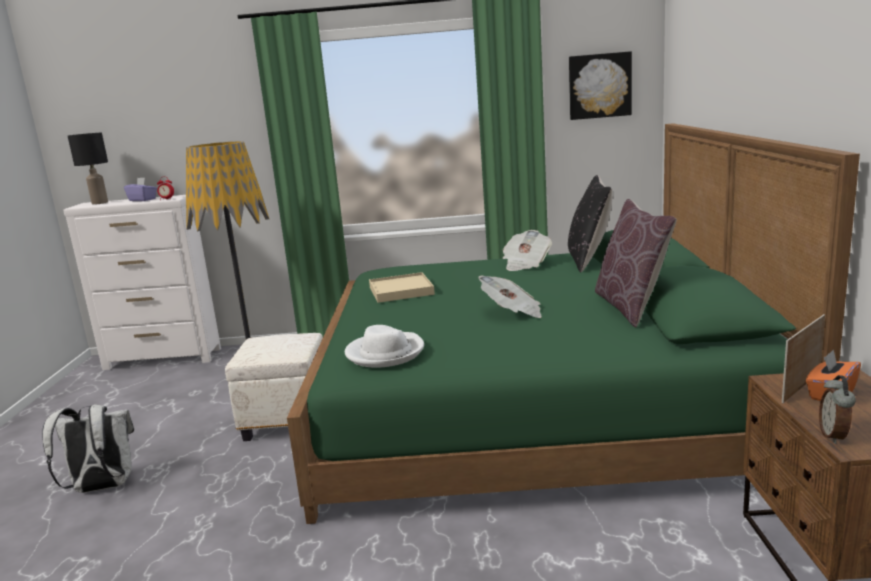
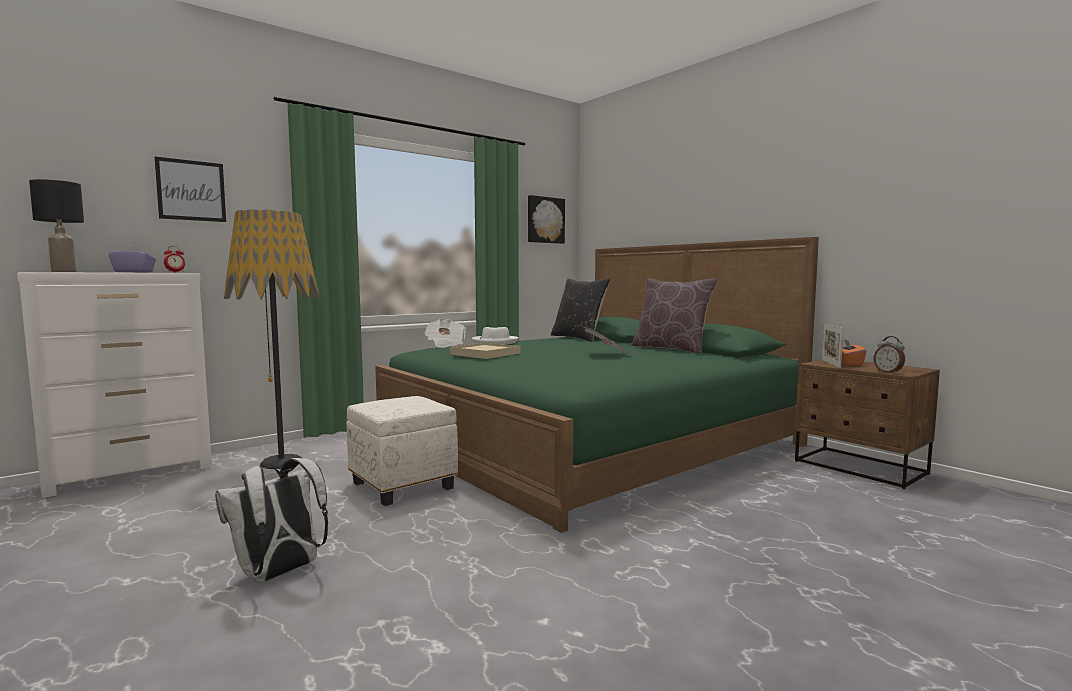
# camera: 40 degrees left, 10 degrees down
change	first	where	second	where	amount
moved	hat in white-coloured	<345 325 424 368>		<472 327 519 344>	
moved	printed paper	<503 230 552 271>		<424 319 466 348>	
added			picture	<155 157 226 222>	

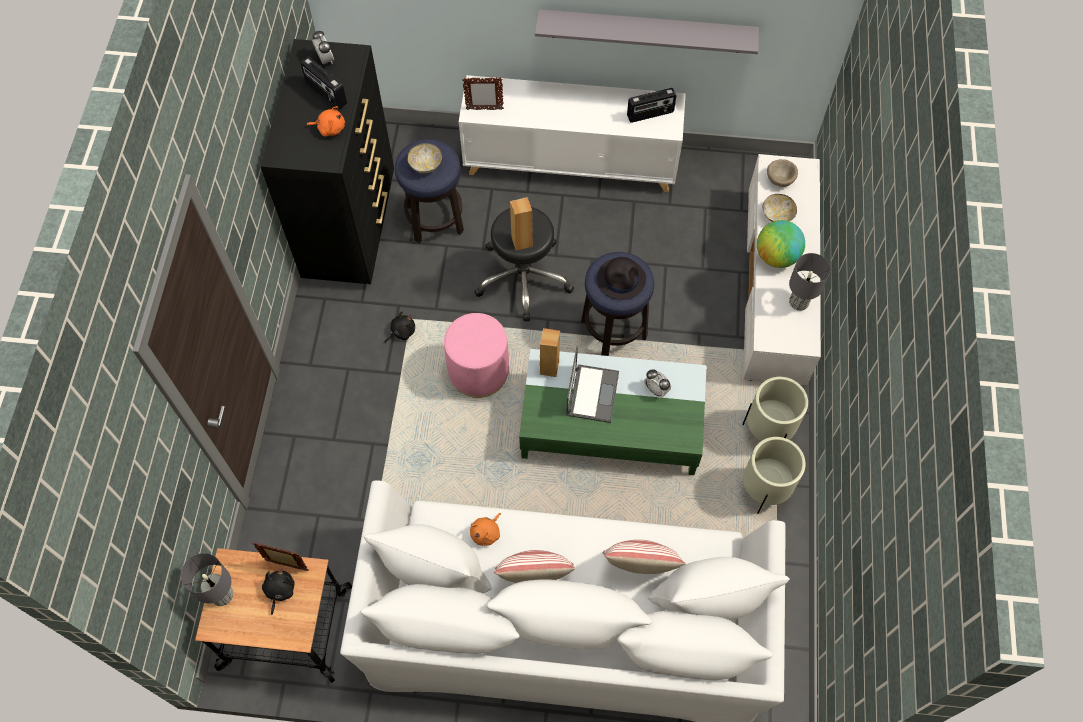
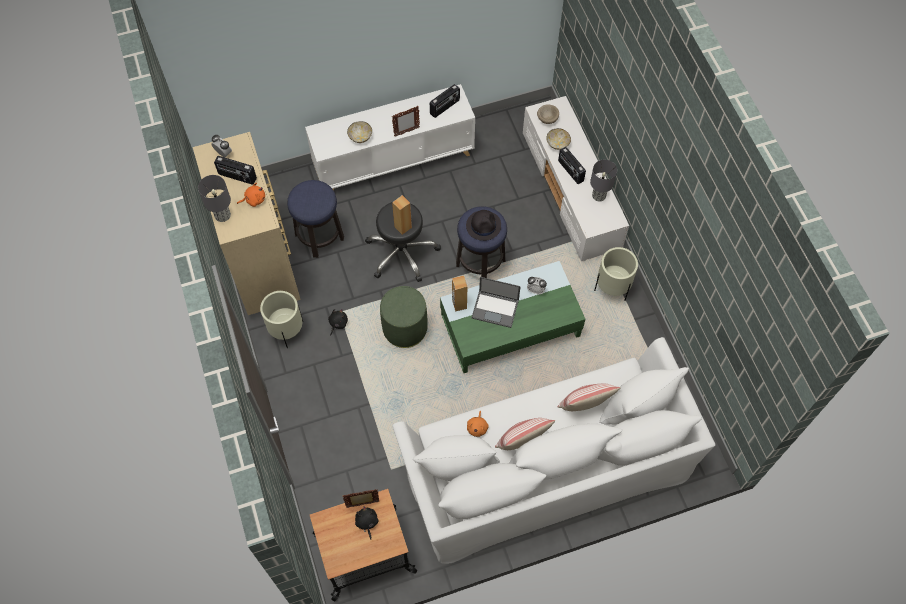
# camera: 25 degrees left, 0 degrees up
change	first	where	second	where	amount
moved	tabletop lamp in gray	<181 553 233 606>		<198 175 231 222>	
recoloured	dresser in black	<260 39 394 284>	dresser in beige	<193 132 301 315>	
moved	bowl	<407 143 442 173>		<347 121 372 143>	
recoloured	pouffe in pinkish	<444 313 509 398>	pouffe in greenish	<380 286 428 348>	
moved	picture frame	<462 77 504 110>		<392 106 420 137>	
removed	bracket shelf in gray	<535 9 759 54>			
turned	laptop	<566 346 619 423>		<471 277 521 328>	120 degrees clockwise
moved	plant pot in beige	<743 437 806 514>		<260 291 303 348>	
replaced	desk globe	<757 220 805 268>	radio set	<558 147 586 184>	

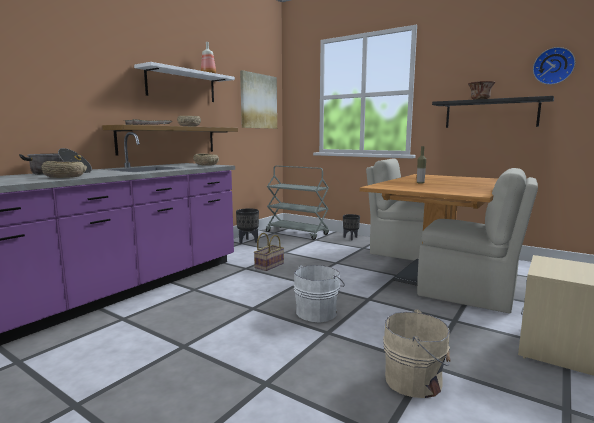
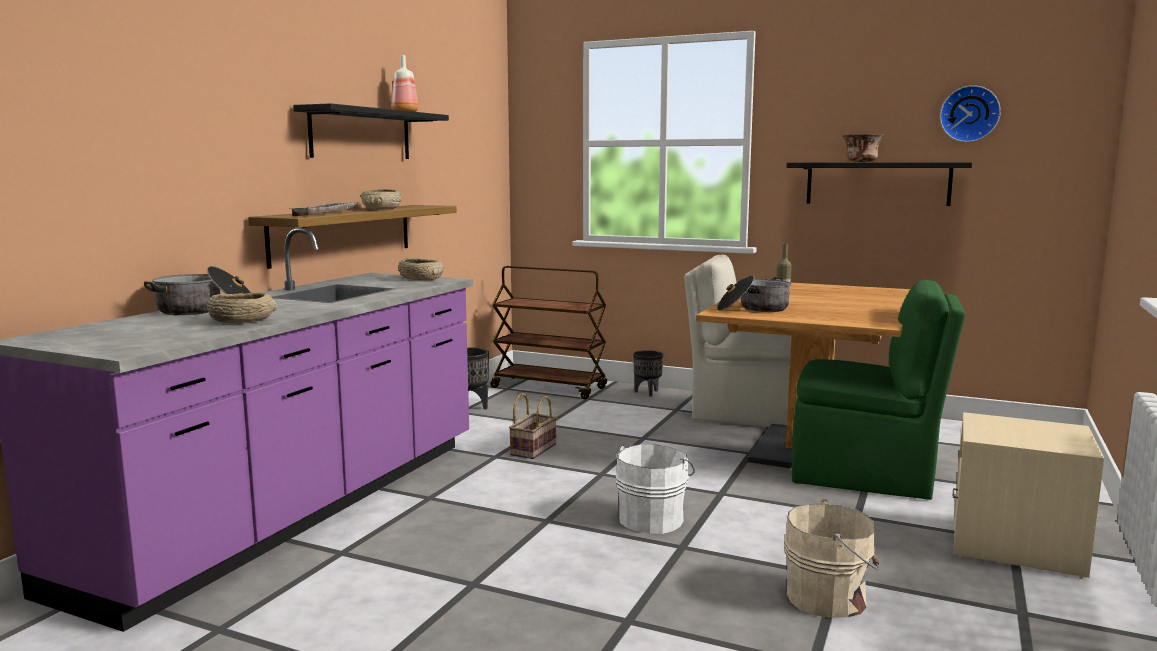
# camera: 10 degrees left, 0 degrees up
change	first	where	second	where	amount
recoloured	bracket shelf in white-coloured	<134 62 235 102>	bracket shelf in black	<293 103 449 159>	
removed	picture	<240 70 277 129>			
recoloured	trolley in gray	<266 166 329 240>	trolley in brown	<490 266 607 399>	
recoloured	chair in beige	<417 168 538 314>	chair in greenish	<792 280 966 500>	
added			cooking pot	<717 275 791 312>	

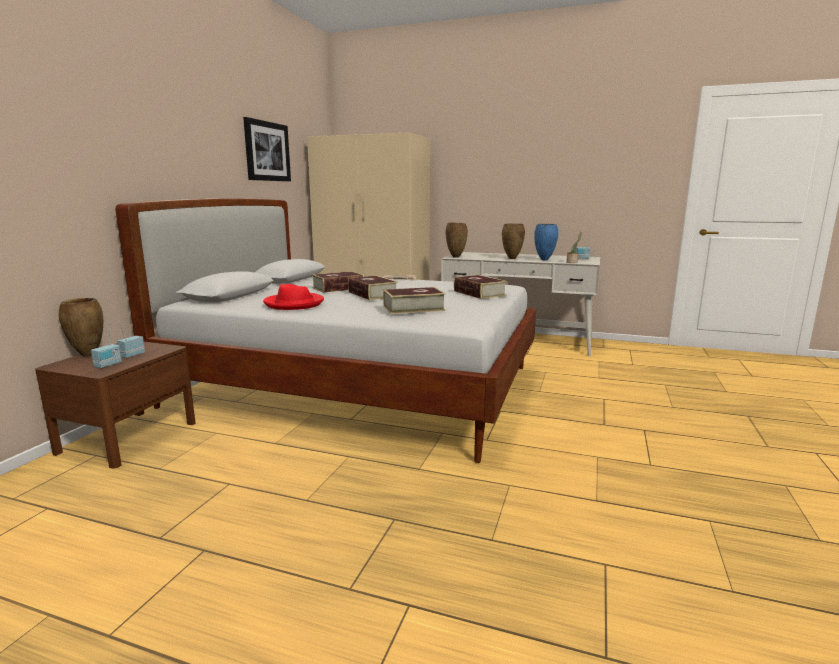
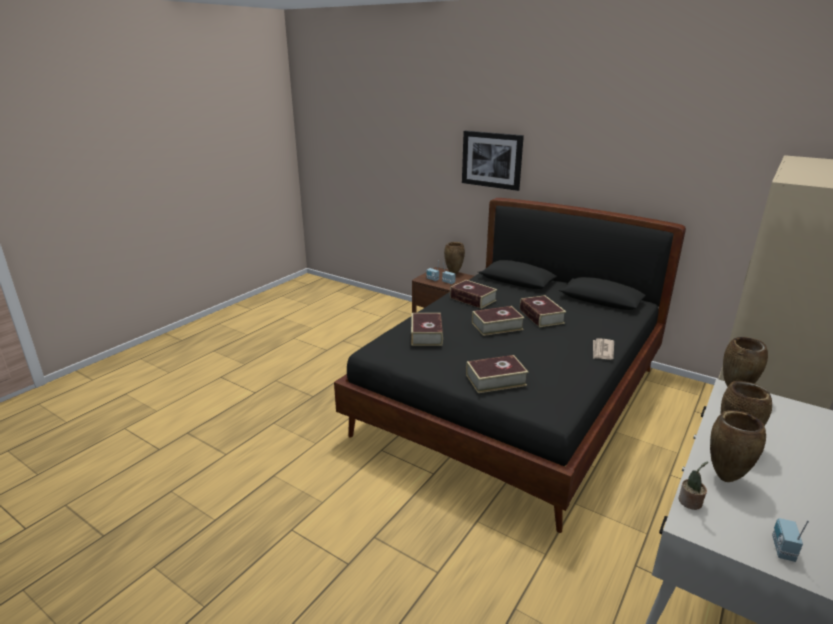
# camera: 105 degrees right, 10 degrees up
change	first	where	second	where	amount
recoloured	bedroom bed in white-coloured	<115 199 536 463>	bedroom bed in black	<334 198 686 533>	
moved	picture	<243 117 291 182>		<462 131 524 191>	
replaced	hat in reddish	<263 284 324 310>	volume	<450 280 497 309>	
recoloured	vase in bluish	<534 224 558 261>	vase in brown	<710 410 766 482>	

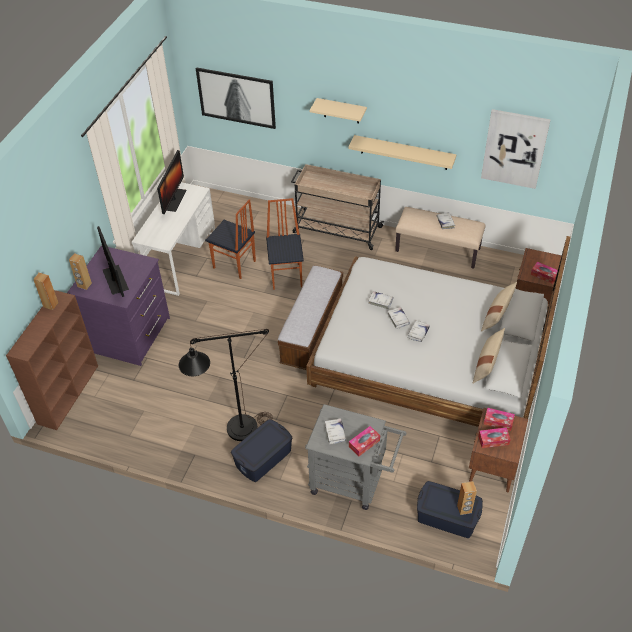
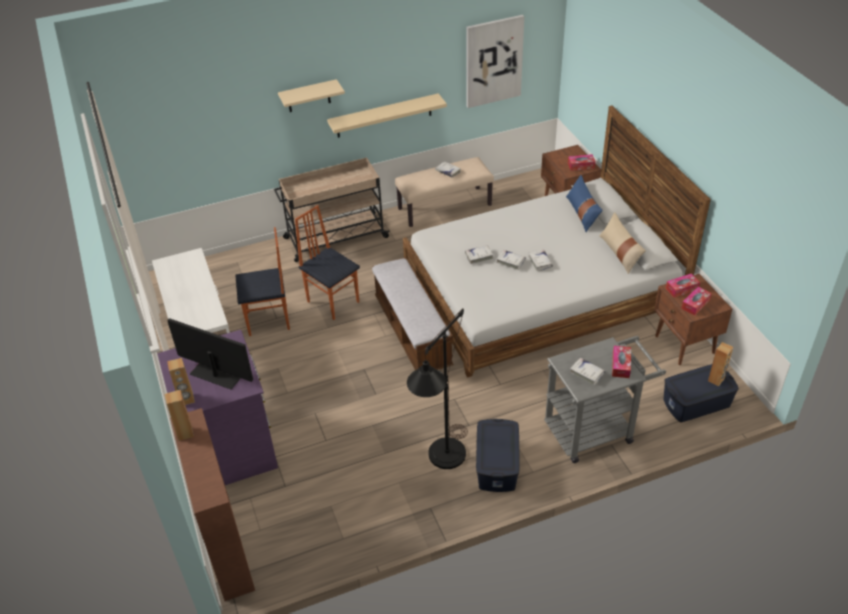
# camera: 40 degrees left, 5 degrees down
change	first	where	second	where	amount
removed	computer screen	<157 150 187 214>			
removed	picture	<196 67 276 129>			
recoloured	pillow in beige	<481 282 517 332>	pillow in bluish	<566 175 603 232>	

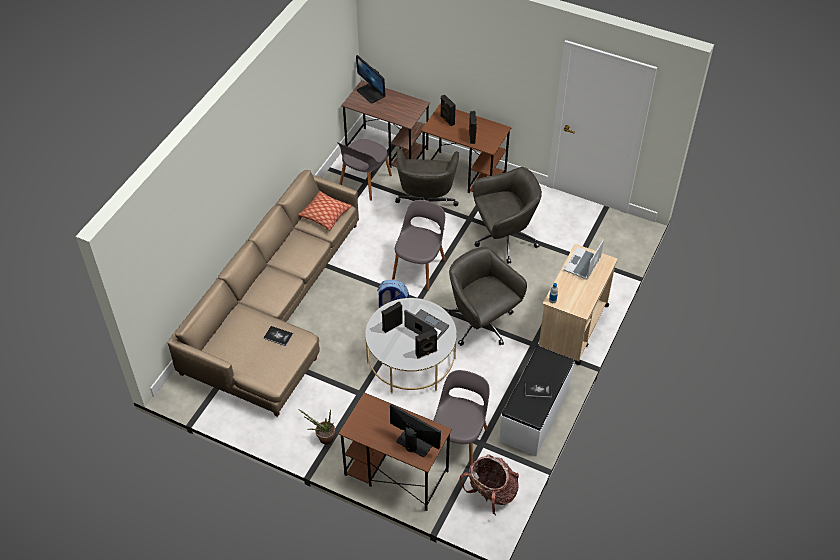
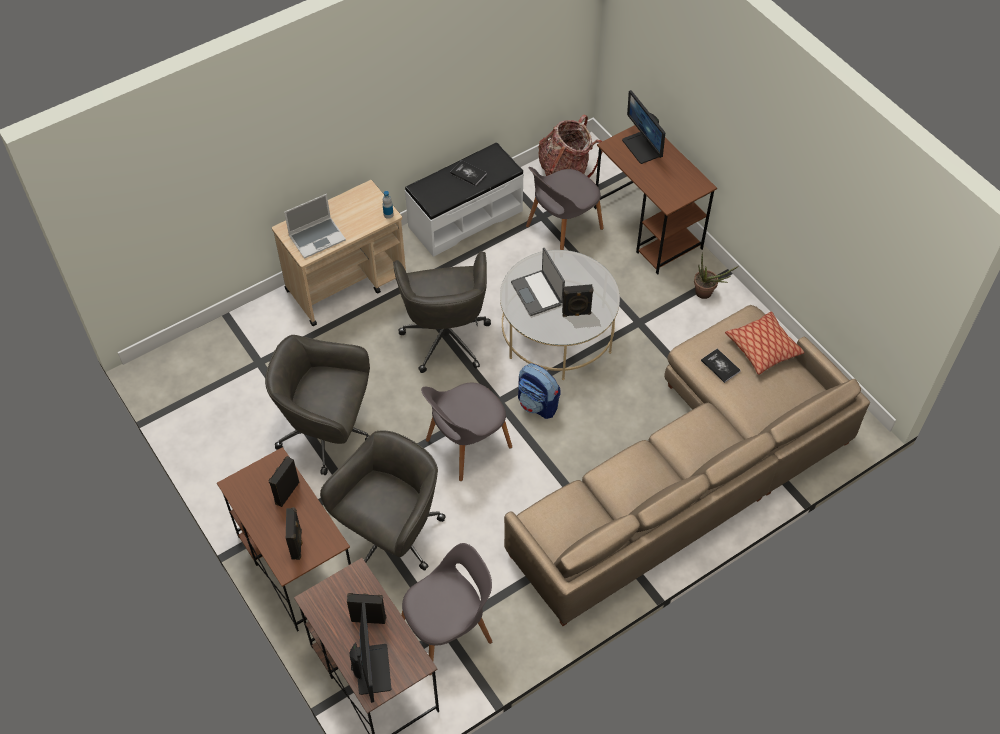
# camera: 150 degrees left, 5 degrees up
change	first	where	second	where	amount
moved	pillow	<298 191 352 230>		<725 312 804 375>	
moved	loudspeaker in black	<415 329 438 358>		<347 593 386 624>	

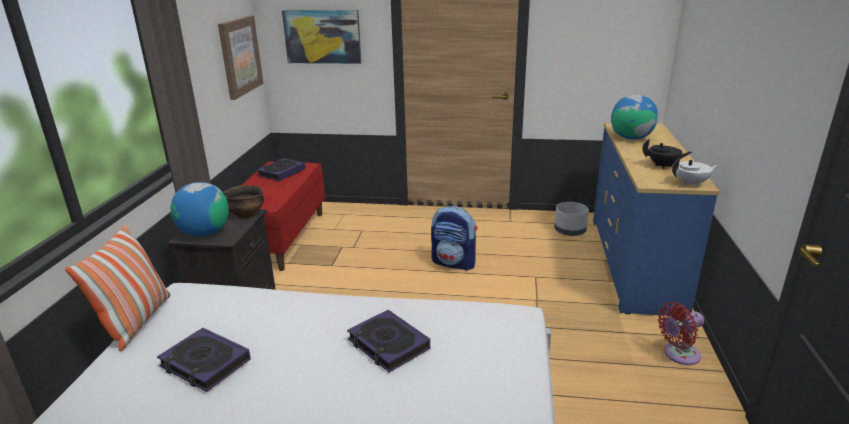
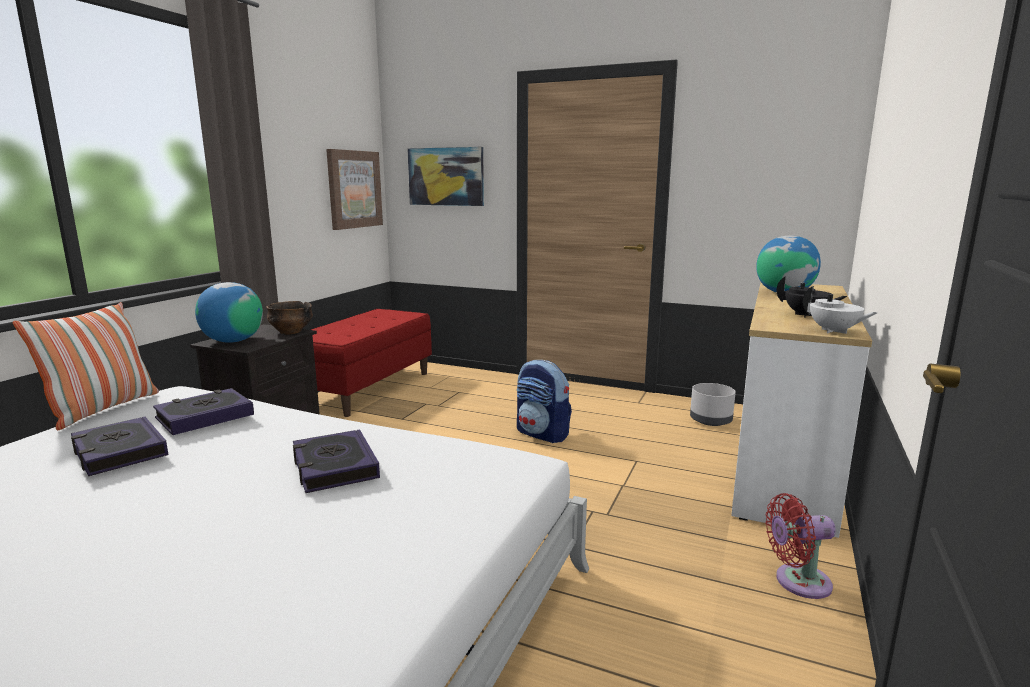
# camera: 15 degrees right, 10 degrees down
change	first	where	second	where	amount
moved	volume	<257 158 305 181>		<153 388 254 435>	
recoloured	dresser in bluish	<593 122 720 316>	dresser in white-coloured	<731 283 872 538>	
turned	teapot in white-coloured	<672 157 718 187>		<803 286 878 334>	45 degrees clockwise

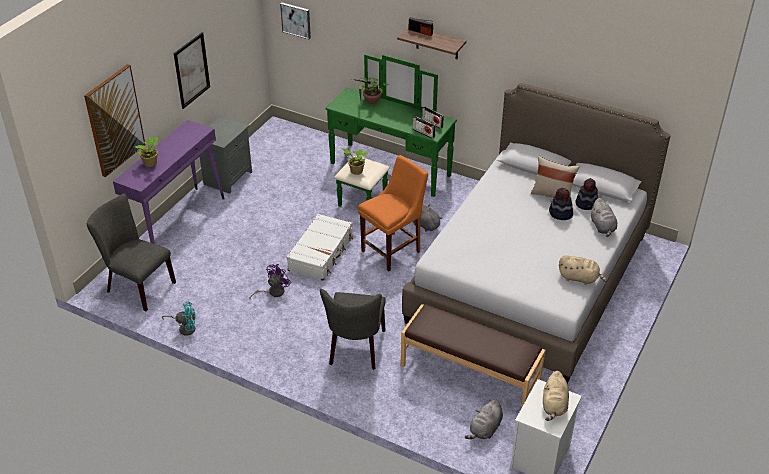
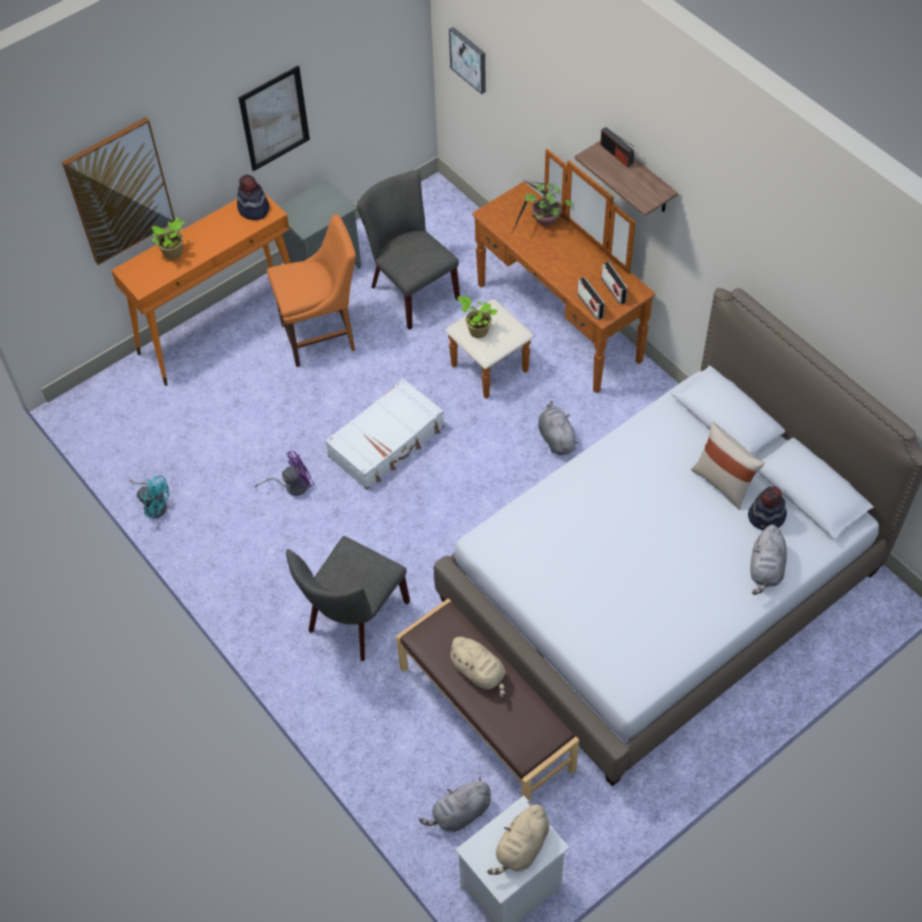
# camera: 25 degrees right, 15 degrees up
change	first	where	second	where	amount
moved	chair in gray	<87 193 176 311>		<357 170 460 330>	
recoloured	narrow table in purple	<113 120 224 244>	narrow table in orange-coloured	<111 191 291 386>	
recoloured	dresser in greenish	<325 54 457 207>	dresser in brown	<445 149 655 399>	
moved	chair in orange-coloured	<358 155 428 271>		<267 215 356 367>	
moved	hat	<549 188 573 220>		<237 175 269 220>	
moved	plush toy in beige	<559 255 607 285>		<446 637 506 698>	

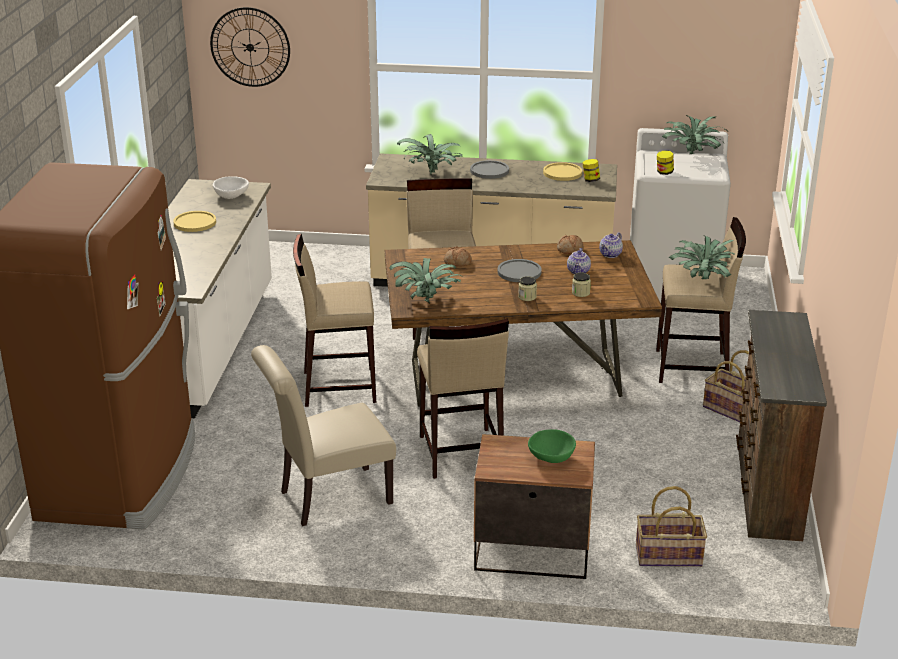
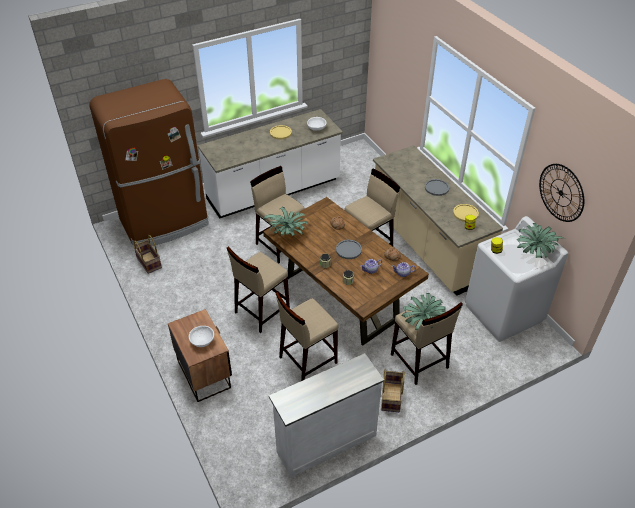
# camera: 55 degrees right, 15 degrees up
change	first	where	second	where	amount
moved	hanging clock	<210 7 290 87>		<539 164 584 222>	
removed	chair in beige	<251 345 396 526>			
removed	houseplant	<397 134 464 174>			
recoloured	bowl in greenish	<528 429 576 463>	bowl in white-coloured	<189 326 214 347>	
moved	storage basket	<636 486 707 567>		<133 235 162 274>	
recoloured	dresser in brown	<736 310 827 541>	dresser in white-coloured	<269 353 384 477>	
added			sitting stool in beige	<276 291 338 381>	

